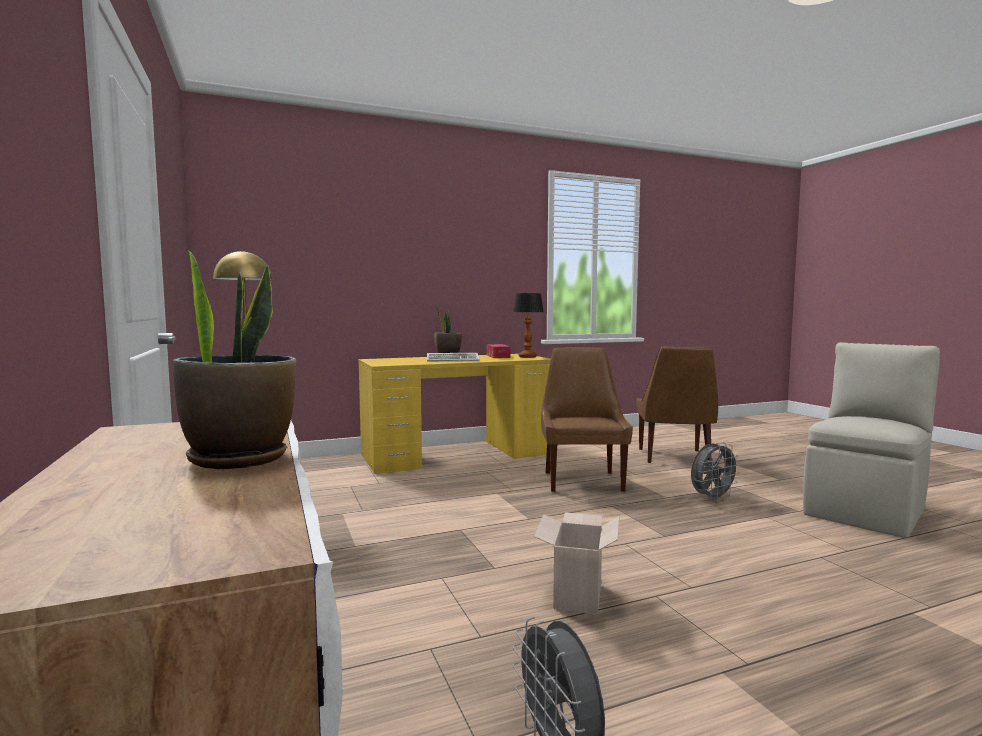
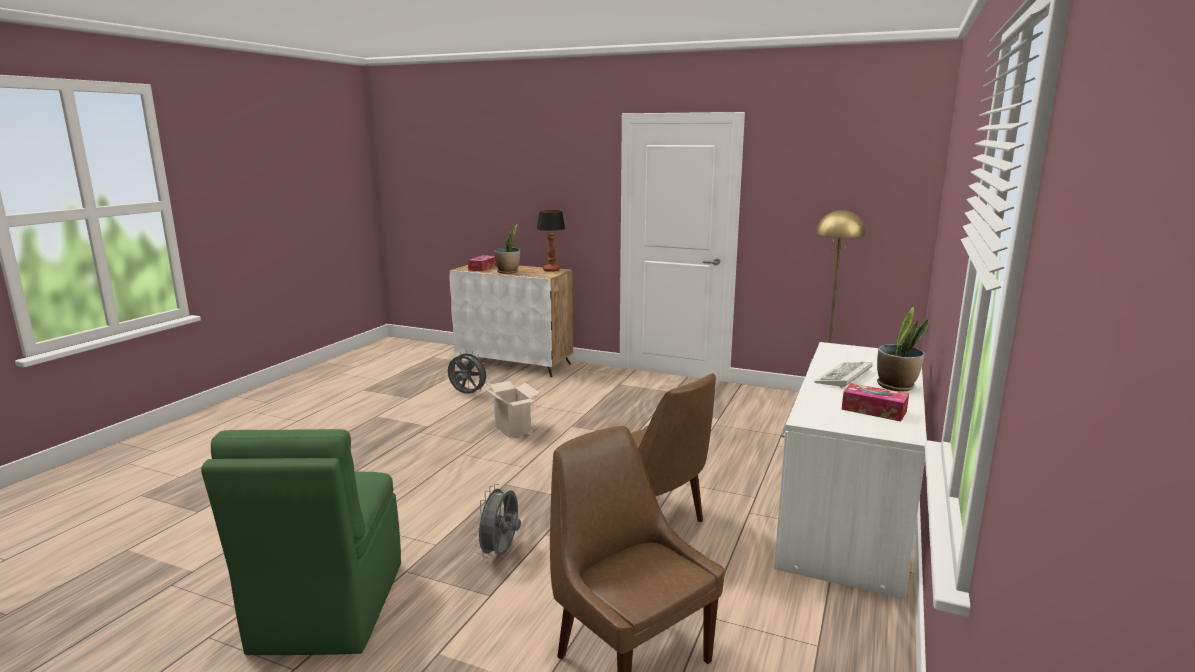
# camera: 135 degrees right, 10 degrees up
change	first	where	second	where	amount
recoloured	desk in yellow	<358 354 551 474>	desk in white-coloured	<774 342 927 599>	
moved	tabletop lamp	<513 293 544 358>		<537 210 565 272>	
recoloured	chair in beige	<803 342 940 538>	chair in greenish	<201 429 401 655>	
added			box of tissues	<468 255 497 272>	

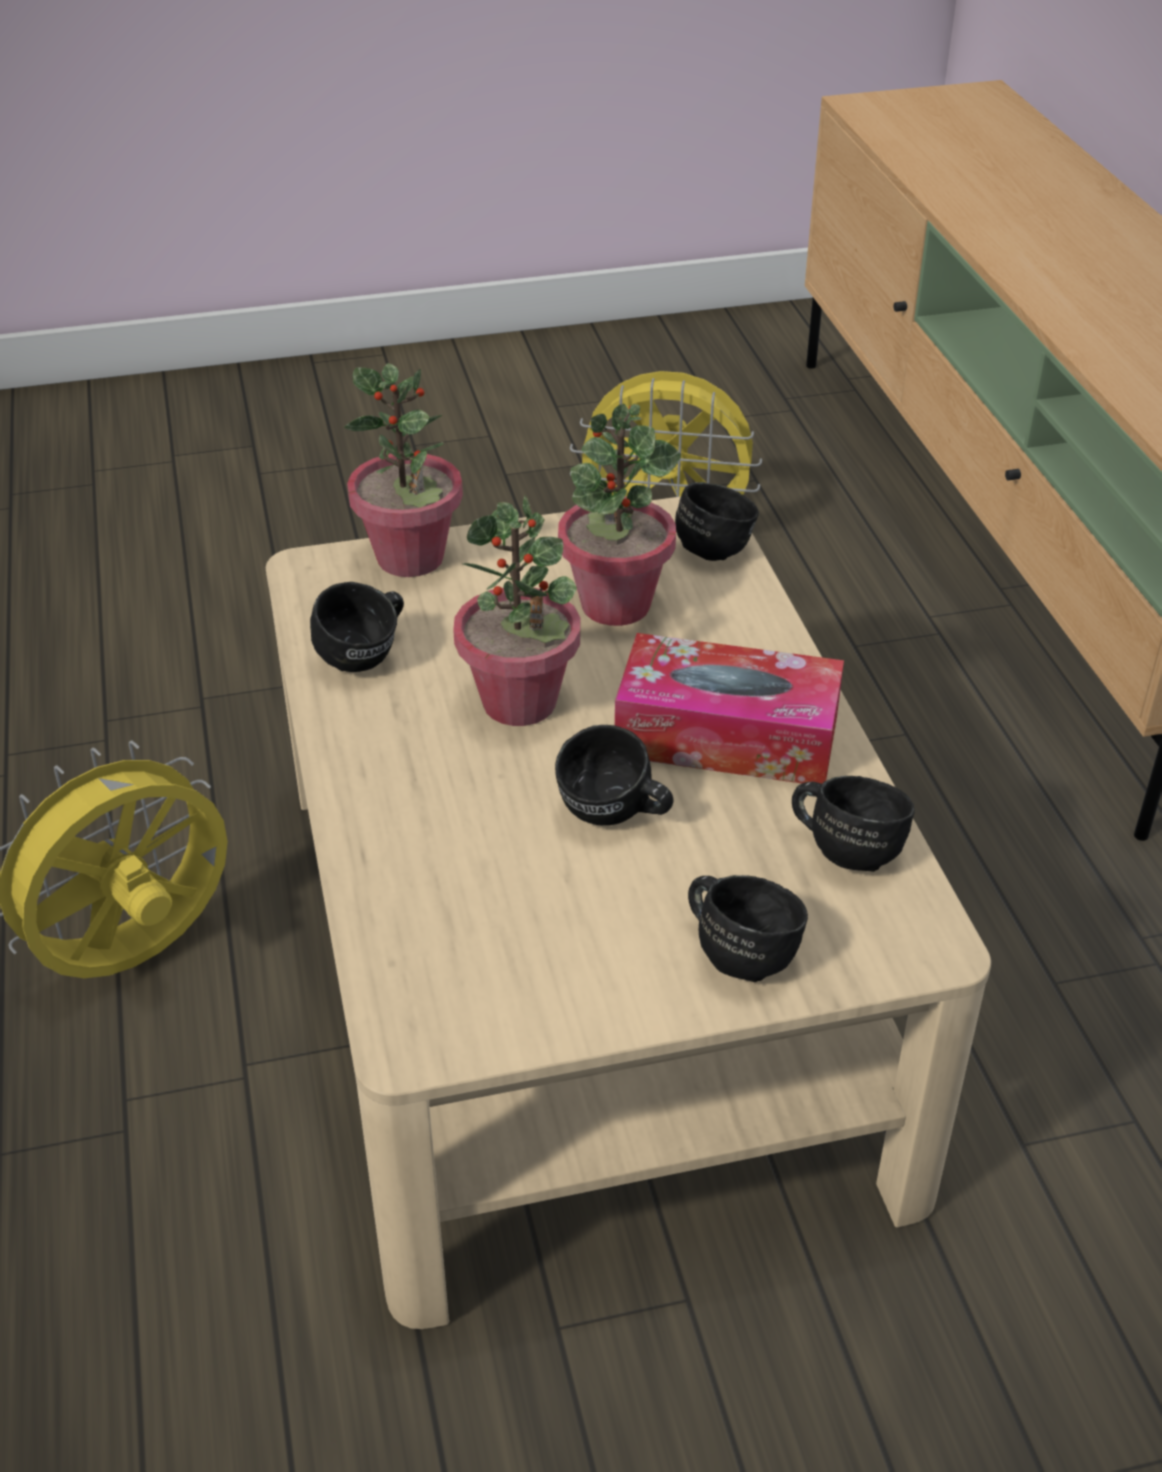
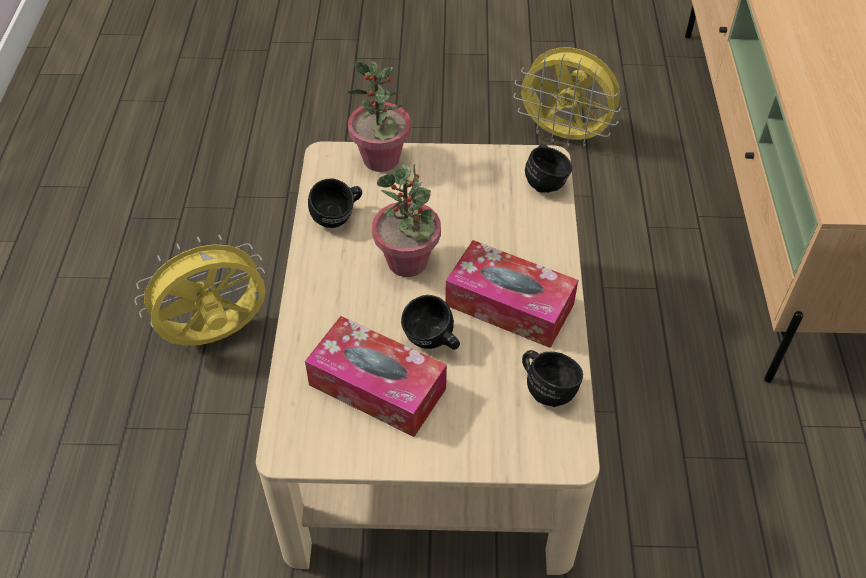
# camera: 15 degrees right, 10 degrees up
change	first	where	second	where	amount
removed	houseplant	<558 403 681 626>			
removed	mug in black	<688 875 808 982>			
added			box of tissues	<305 316 447 437>	

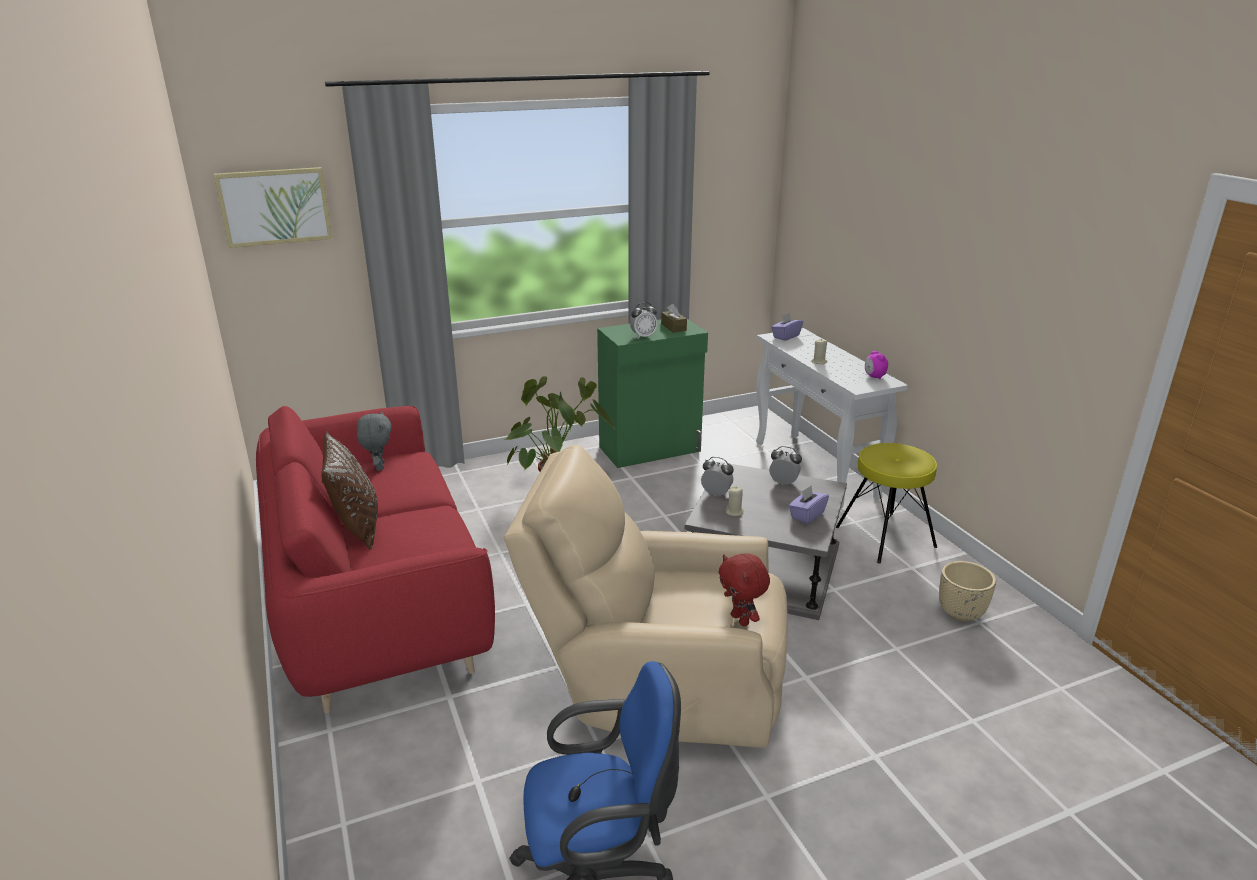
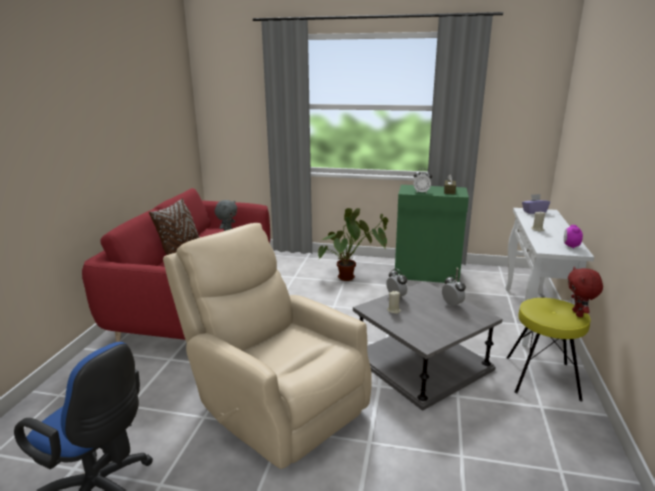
# camera: 35 degrees right, 5 degrees down
change	first	where	second	where	amount
removed	picture	<214 167 333 248>			
moved	plush toy in reddish	<718 554 770 626>		<568 267 603 317>	
removed	box of tissues in purple	<789 485 829 524>			
removed	plant pot in beige	<939 561 996 622>			

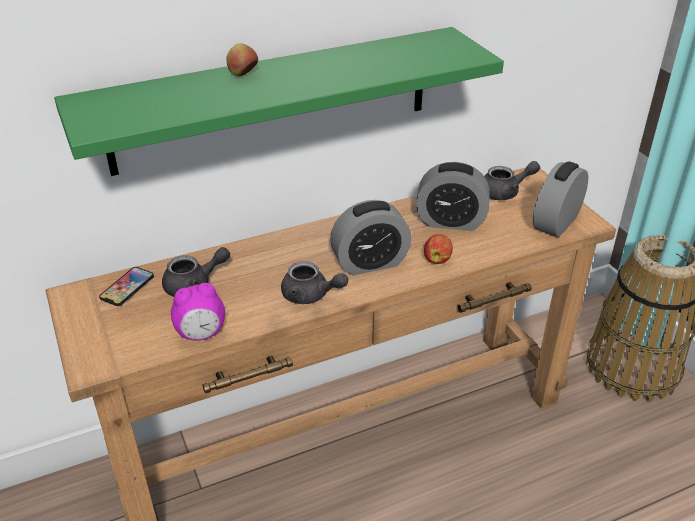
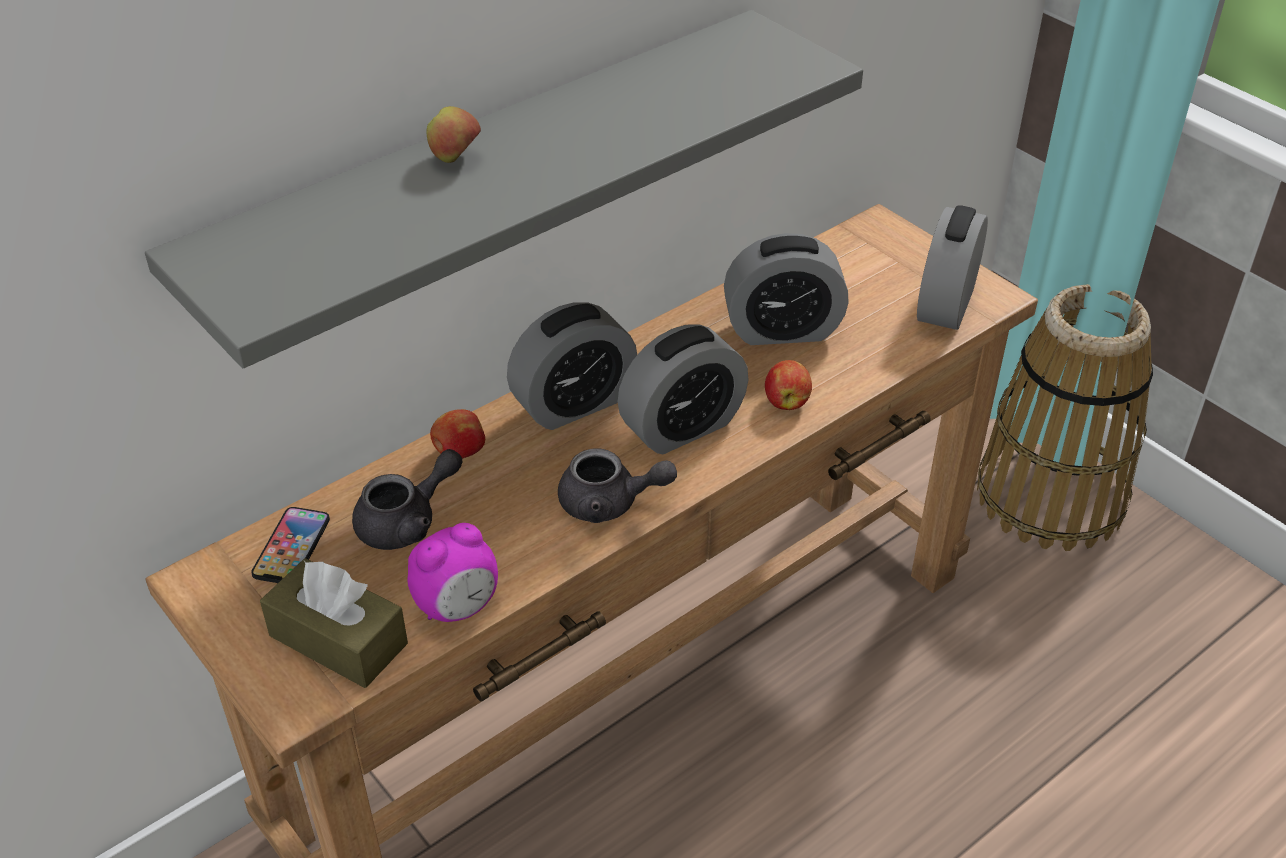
# camera: 15 degrees left, 5 degrees up
change	first	where	second	where	amount
recoloured	bracket shelf in greenish	<54 27 504 176>	bracket shelf in gray	<145 10 863 368>	
removed	teapot in gray	<484 161 540 200>			
added			box of tissues in brown	<260 558 408 688>	
added			apple	<430 409 485 458>	
added			alarm clock	<507 302 637 430>	

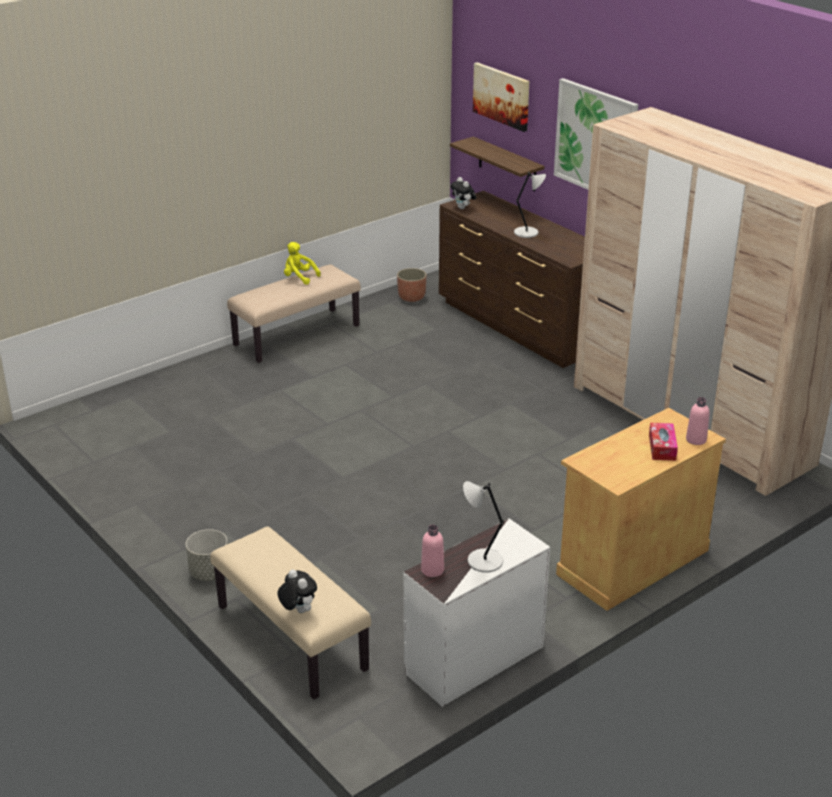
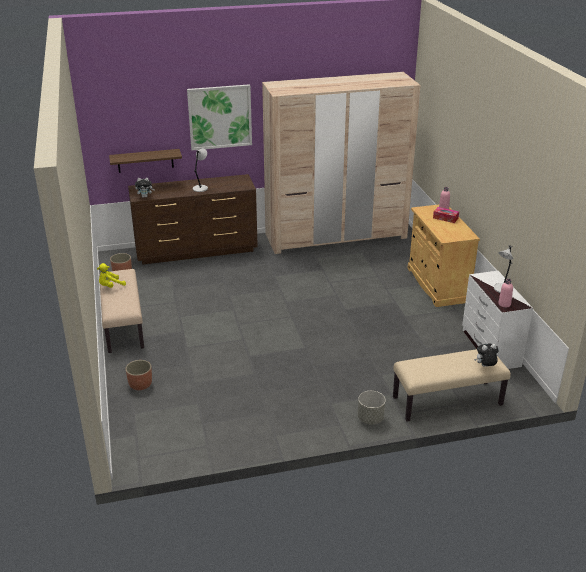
# camera: 65 degrees left, 0 degrees up
change	first	where	second	where	amount
removed	picture	<473 62 529 132>			
added			plant pot	<126 360 152 390>	

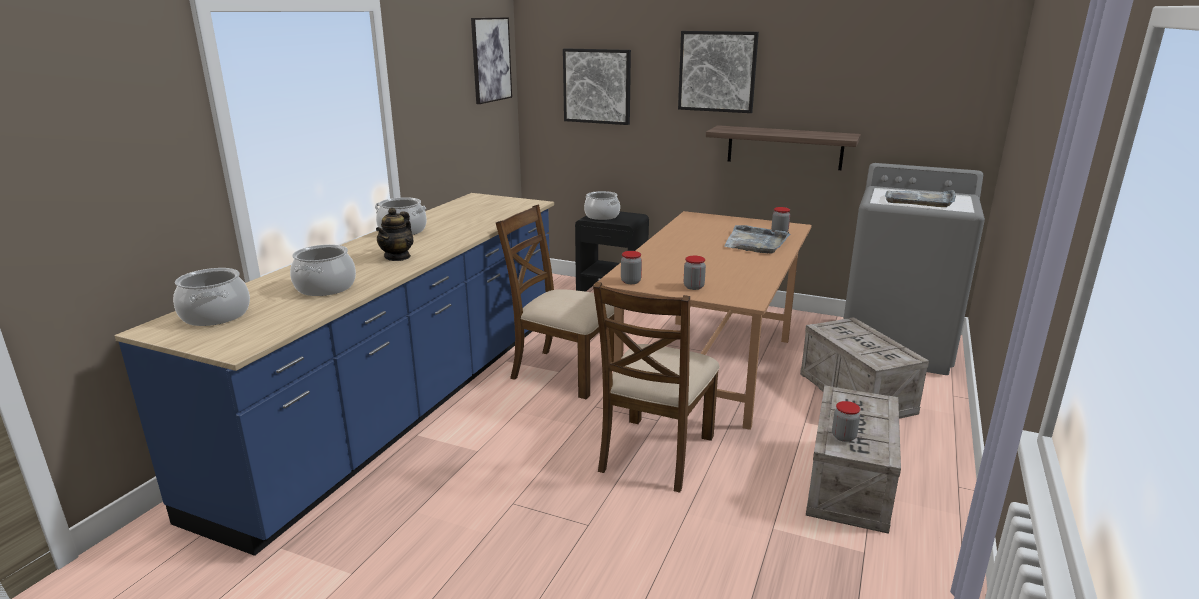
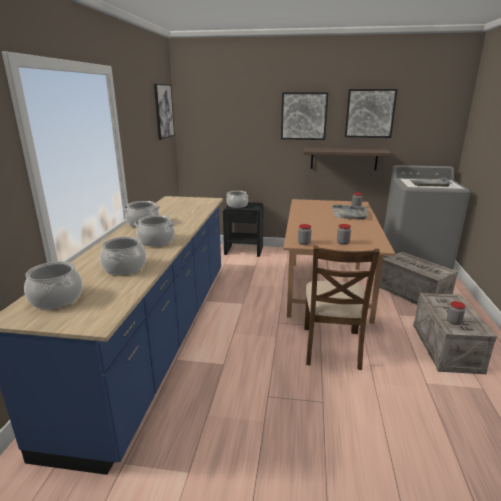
# camera: 15 degrees left, 0 degrees up
change	first	where	second	where	amount
replaced	teapot	<376 207 414 261>	cooking pot	<134 215 176 247>	
removed	chair in brown	<496 204 614 399>			
moved	picture	<563 48 631 125>		<345 89 398 138>	

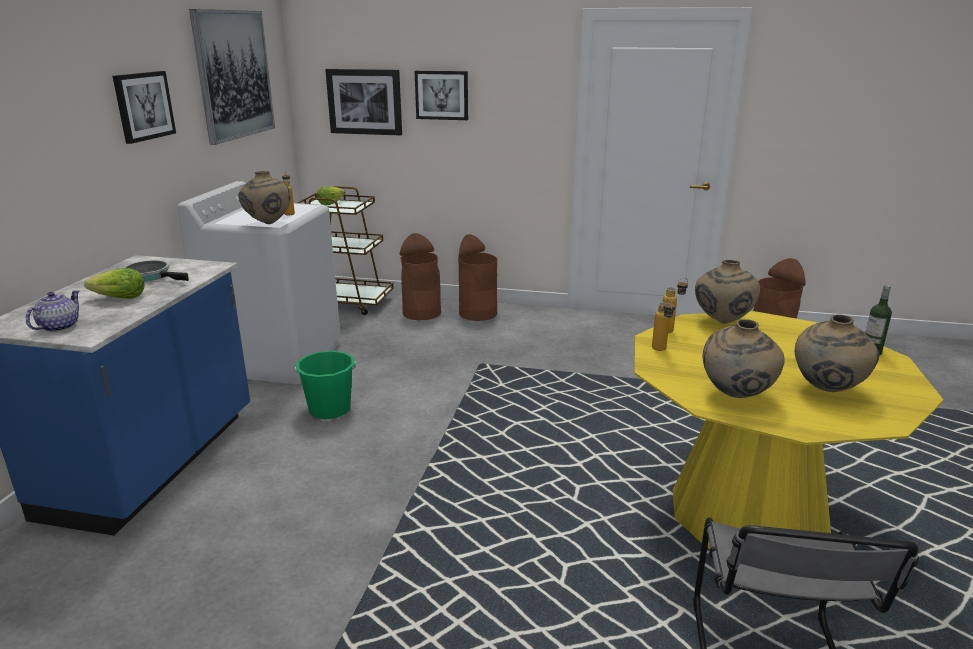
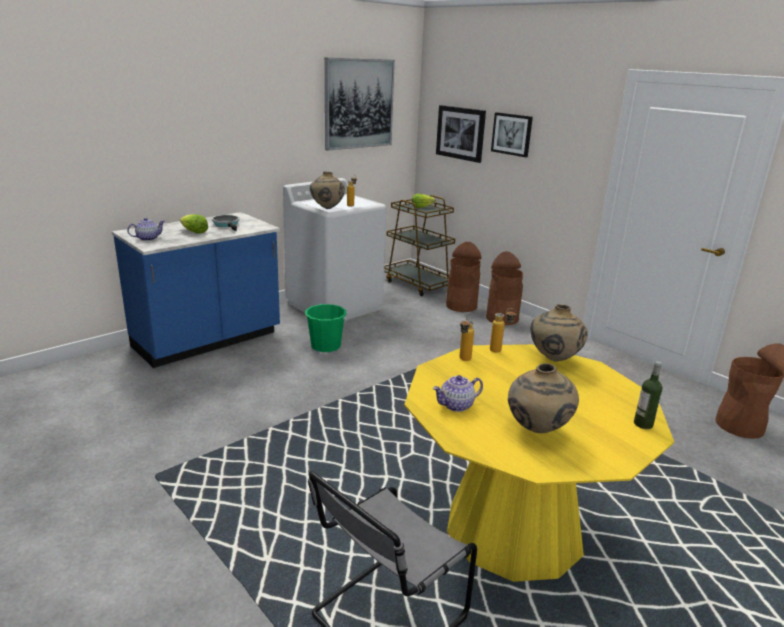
# camera: 35 degrees right, 0 degrees up
change	first	where	second	where	amount
removed	picture	<113 71 176 144>			
replaced	vase in beige	<703 319 785 398>	teapot	<433 375 483 412>	

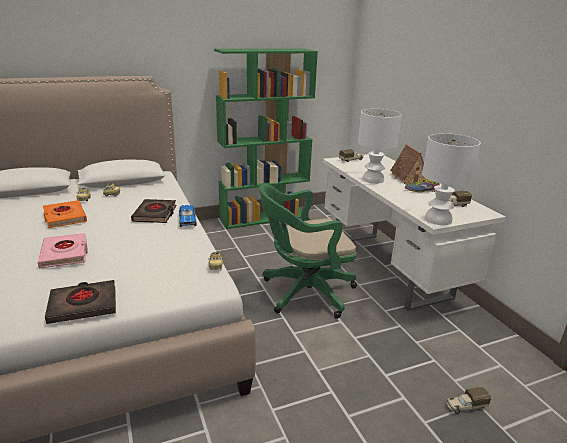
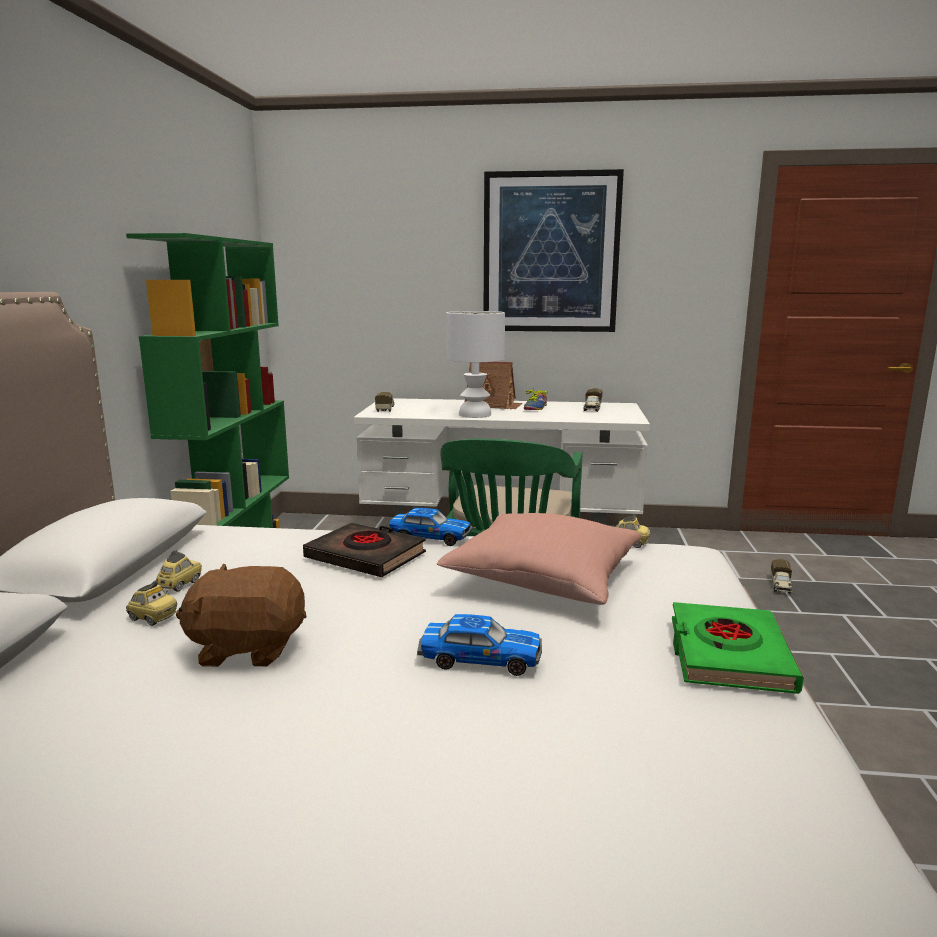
# camera: 60 degrees left, 10 degrees down
change	first	where	second	where	amount
replaced	volume in pinkish	<38 233 88 268>	model car	<417 614 542 676>	
replaced	volume in orange-coloured	<43 200 87 228>	plush toy in brown	<176 563 307 667>	
recoloured	volume in black	<45 280 116 324>	volume in greenish	<672 602 804 694>	
removed	tabletop lamp in white-coloured	<422 133 481 225>			
added			pillow in pinkish	<437 513 642 605>	
added			picture	<484 169 624 332>	

